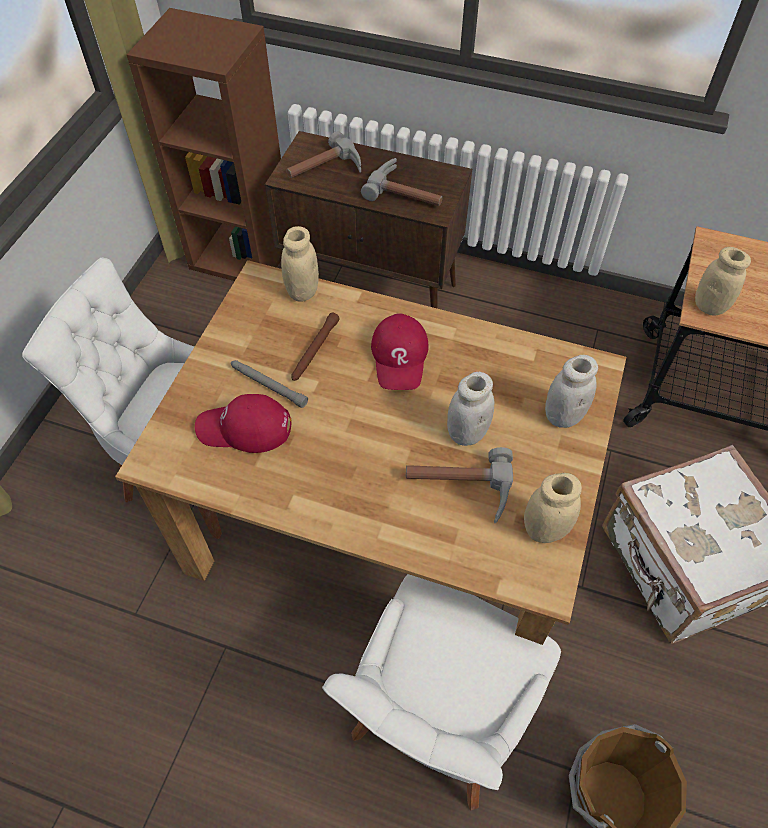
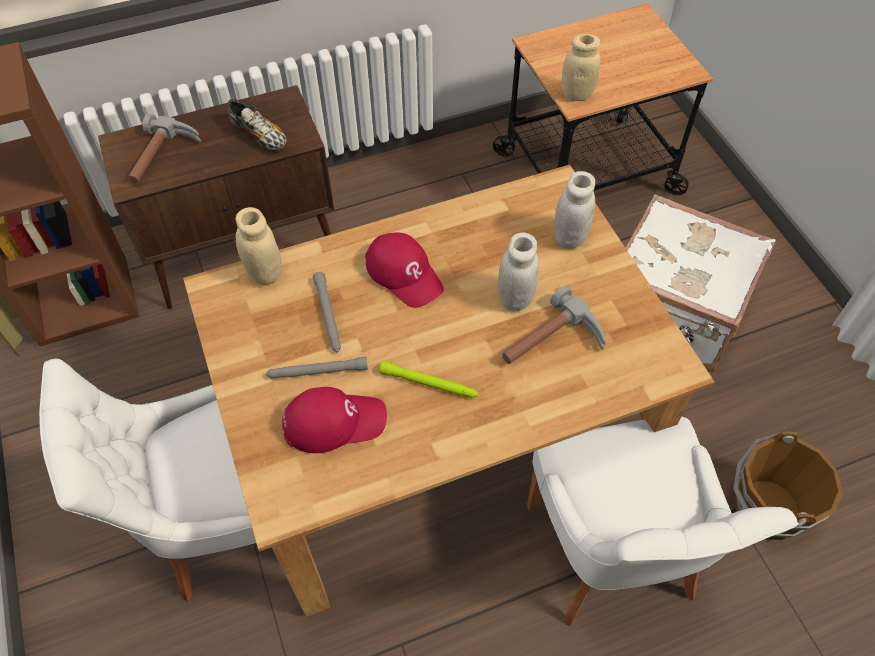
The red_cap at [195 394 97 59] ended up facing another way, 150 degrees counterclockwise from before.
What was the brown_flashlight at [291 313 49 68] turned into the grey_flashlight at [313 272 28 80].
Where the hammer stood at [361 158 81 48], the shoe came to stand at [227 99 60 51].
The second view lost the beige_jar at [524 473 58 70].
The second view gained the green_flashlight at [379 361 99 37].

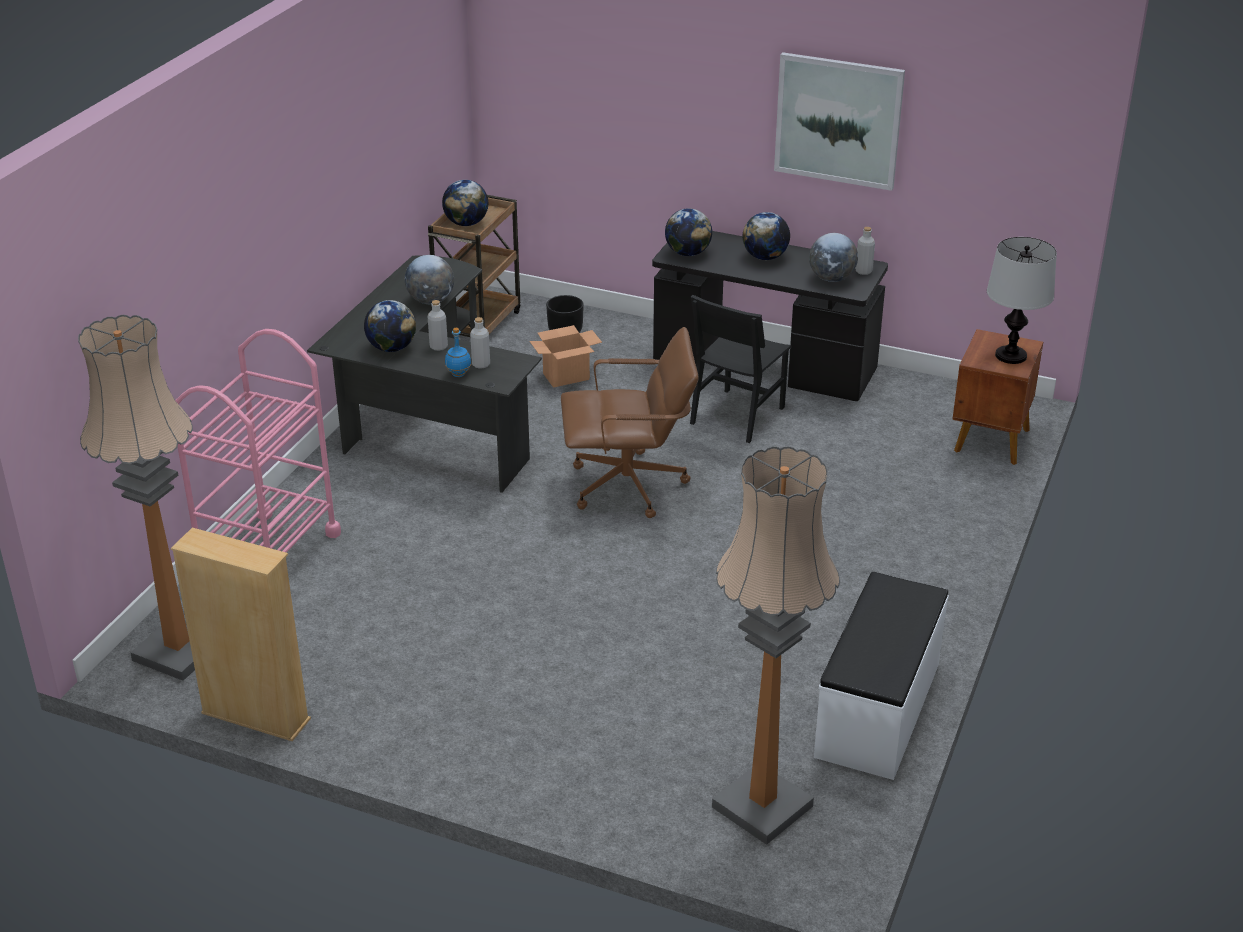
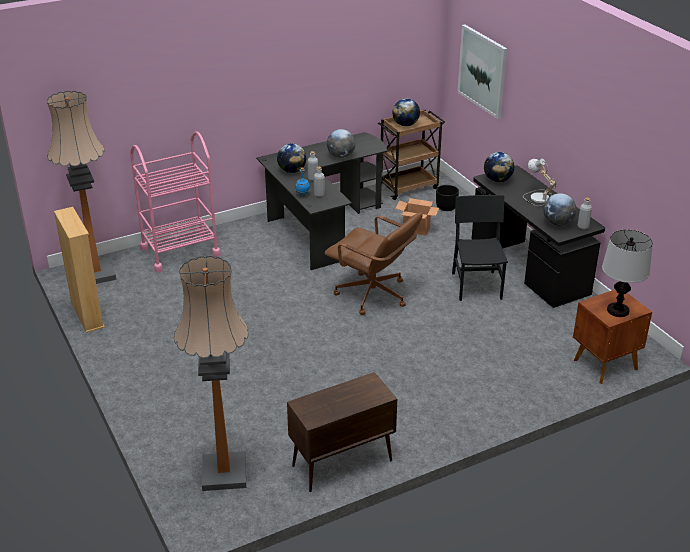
The black_chair at [690 295 101 148] ended up facing another way, 105 degrees clockwise from before.
Where the globe stood at [743 212 47 48], the table_lamp came to stand at [523 159 33 47].
The picture ended up elsewhere, having gone from [774 52 131 139] to [457 24 50 95].
Where the white_bench stood at [814 572 135 208], the brown_cabinet came to stand at [287 372 110 120].

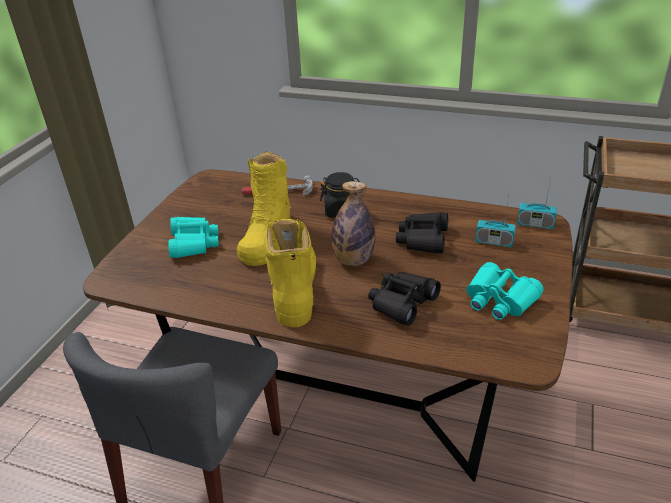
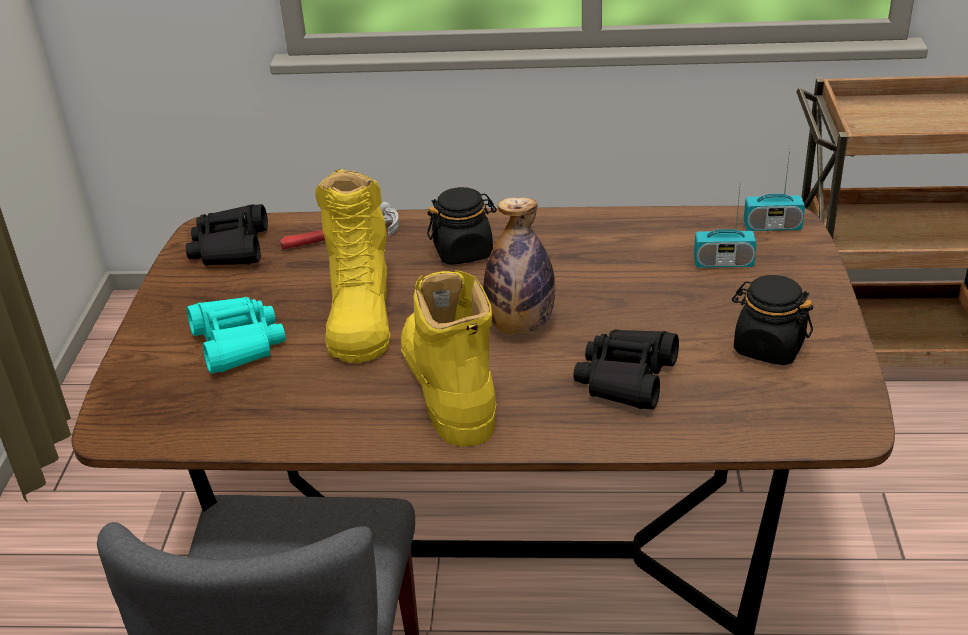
The black_binoculars ended up elsewhere, having gone from [396 212 52 41] to [186 204 82 62].
Where the turquoise_binoculars stood at [467 262 76 58], the black_jar came to stand at [732 275 81 90].

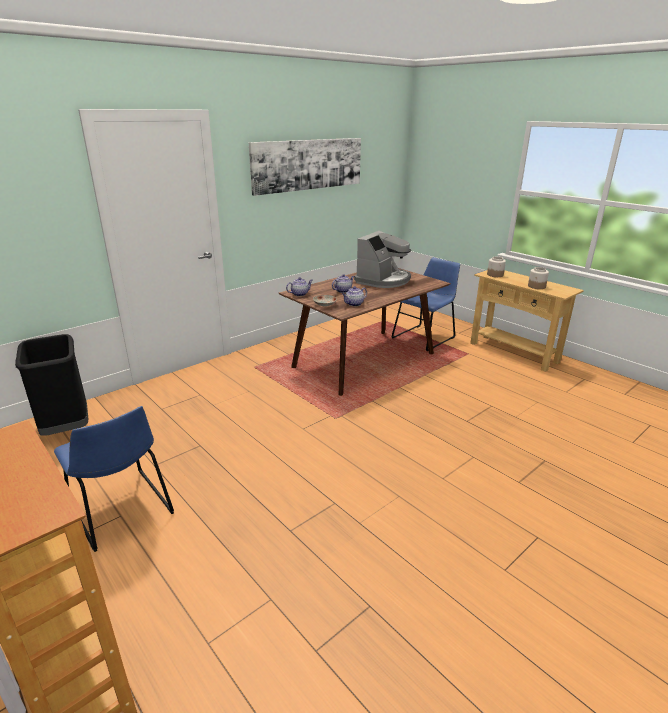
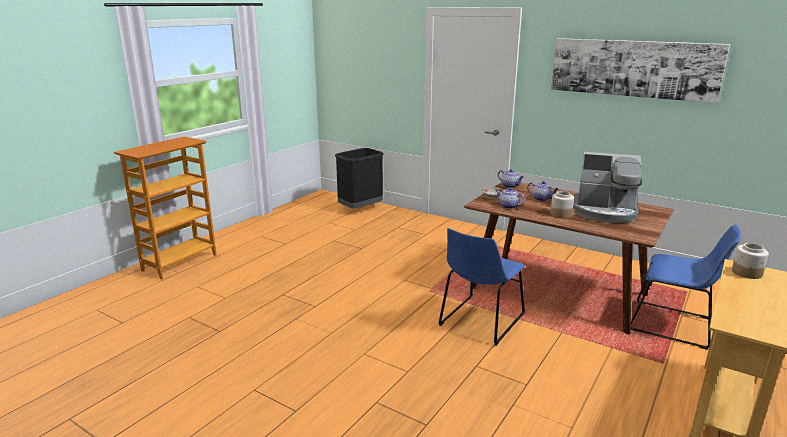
The blue_chair ended up elsewhere, having gone from [54 406 120 146] to [438 228 87 118].
The jar ended up elsewhere, having gone from [528 267 21 22] to [550 191 24 27].

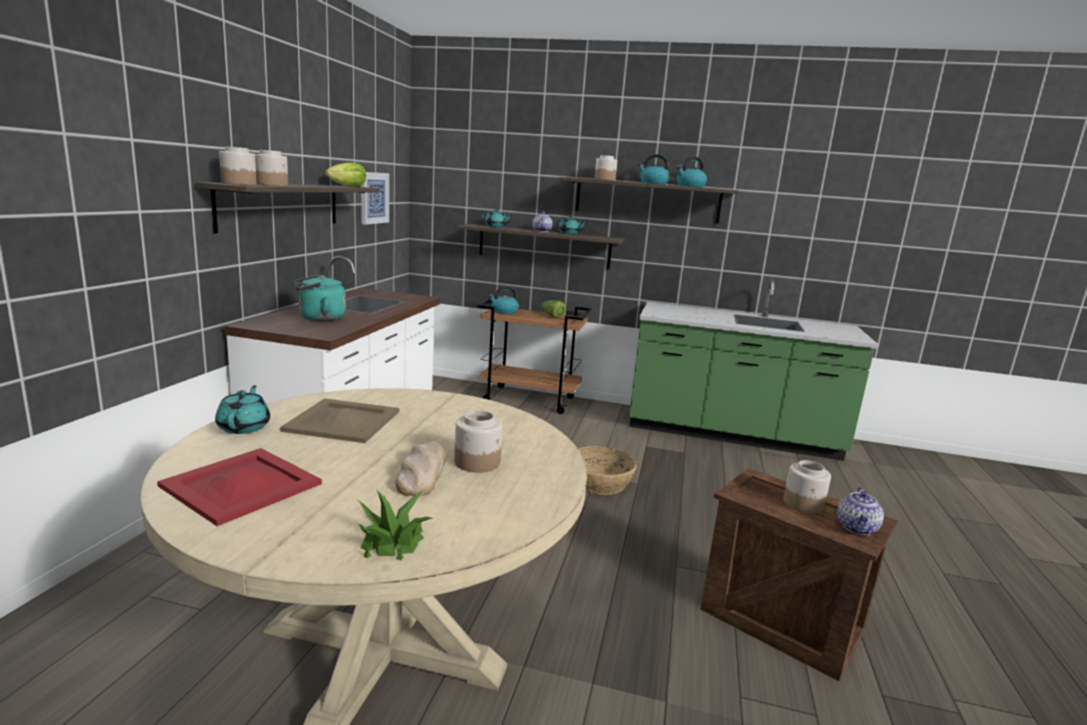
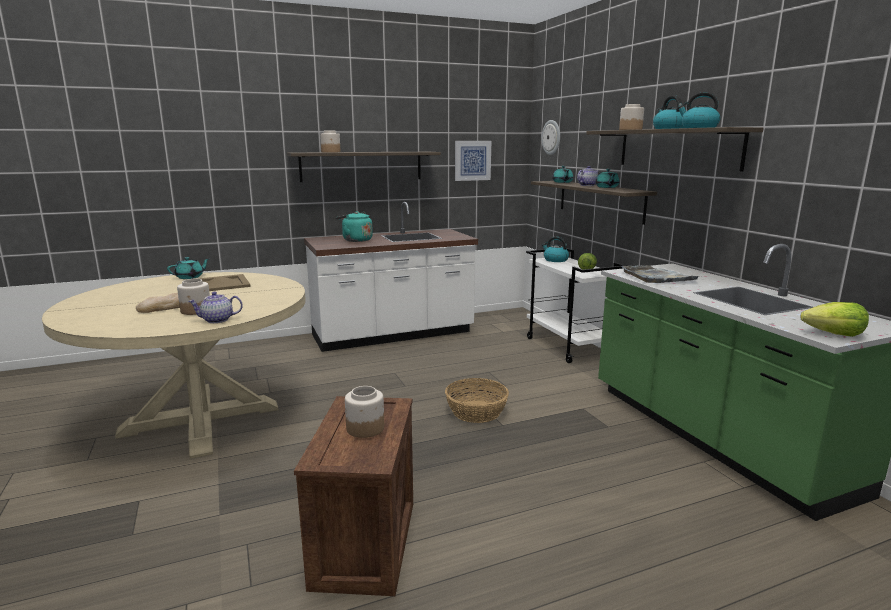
The second view lost the red_tray at [157 448 165 78].
The second view lost the jar at [219 147 38 38].
The lettuce ended up elsewhere, having gone from [326 163 40 24] to [800 302 69 35].
The second view lost the potted_plant at [358 490 75 70].
What was the brown_cart at [477 297 115 117] turned into the white_cart at [526 248 100 115].
The teapot ended up elsewhere, having gone from [837 487 47 48] to [188 292 55 31].
The second view gained the wall_clock at [541 120 19 35].
The second view gained the grey_tray at [622 265 80 18].

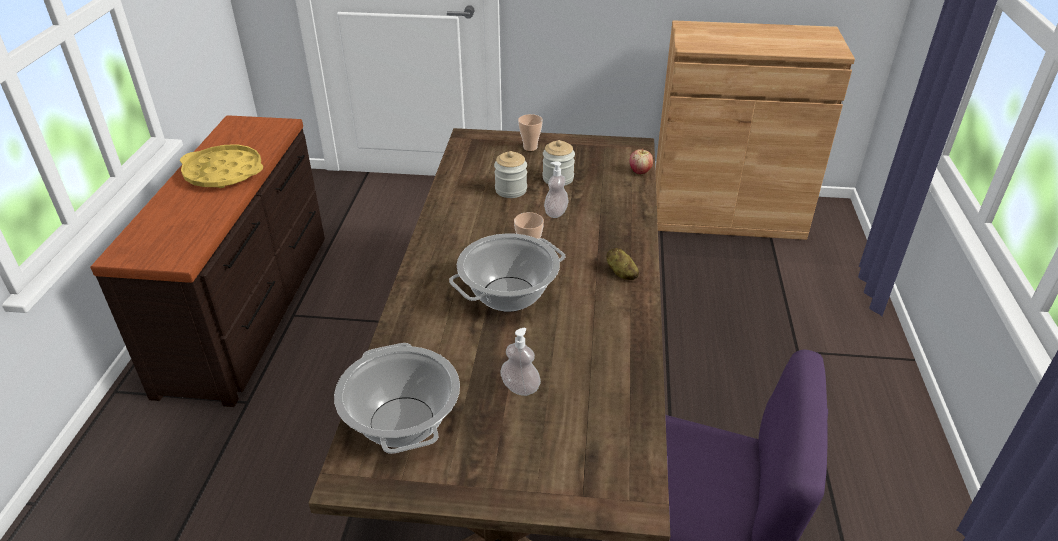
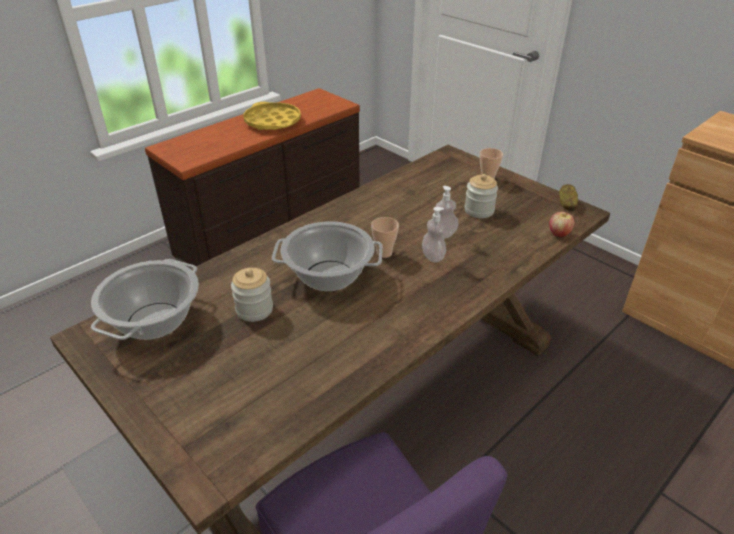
The jar ended up elsewhere, having gone from [494 151 33 47] to [231 268 42 54].
The soap_dispenser ended up elsewhere, having gone from [500 328 41 68] to [422 207 24 55].
The potato ended up elsewhere, having gone from [606 248 33 32] to [559 184 19 27].

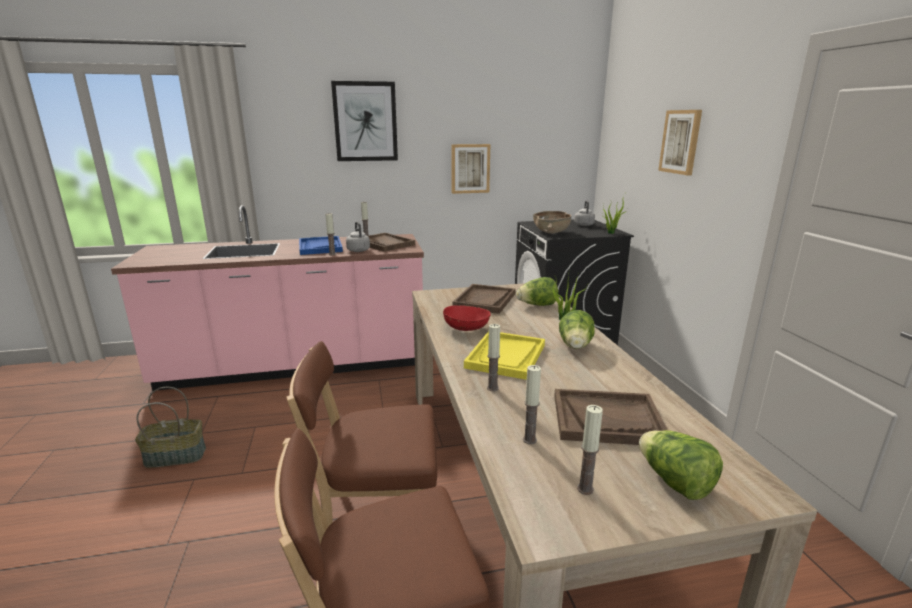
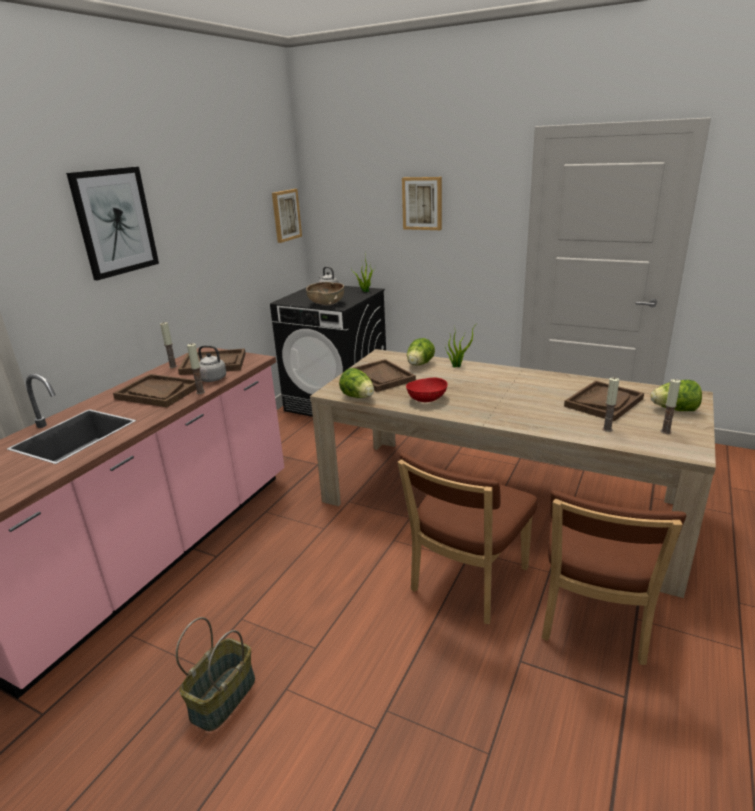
What was the blue_tray at [299 236 44 19] turned into the brown_tray at [113 374 83 33].
The picture ended up elsewhere, having gone from [451 144 39 50] to [272 189 30 54].
The second view lost the yellow_tray at [464 331 81 49].
The second view lost the candle at [487 324 13 67].
The lettuce ended up elsewhere, having gone from [559 310 36 39] to [339 368 35 30].

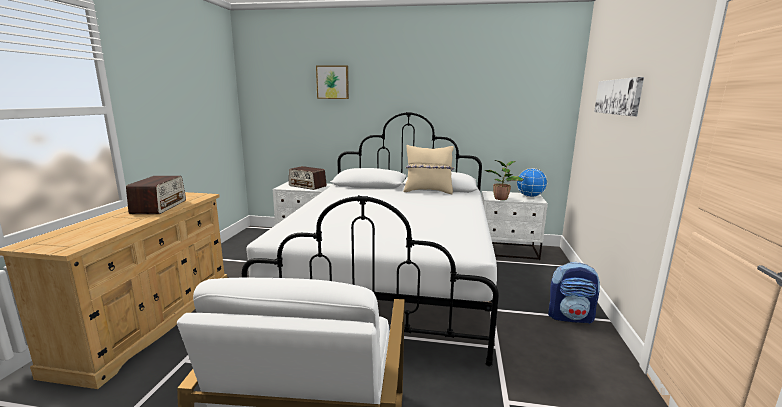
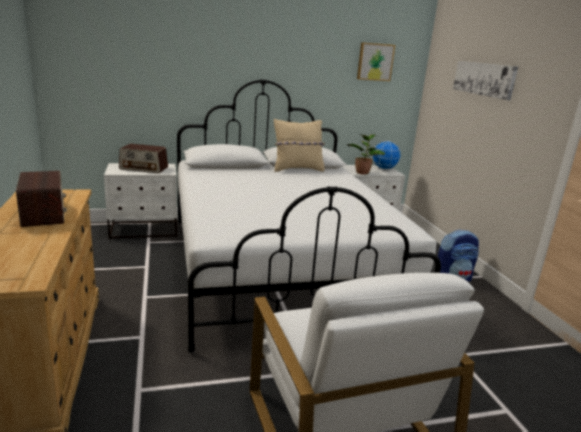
The picture ended up elsewhere, having gone from [316 65 33 34] to [357 42 38 39].

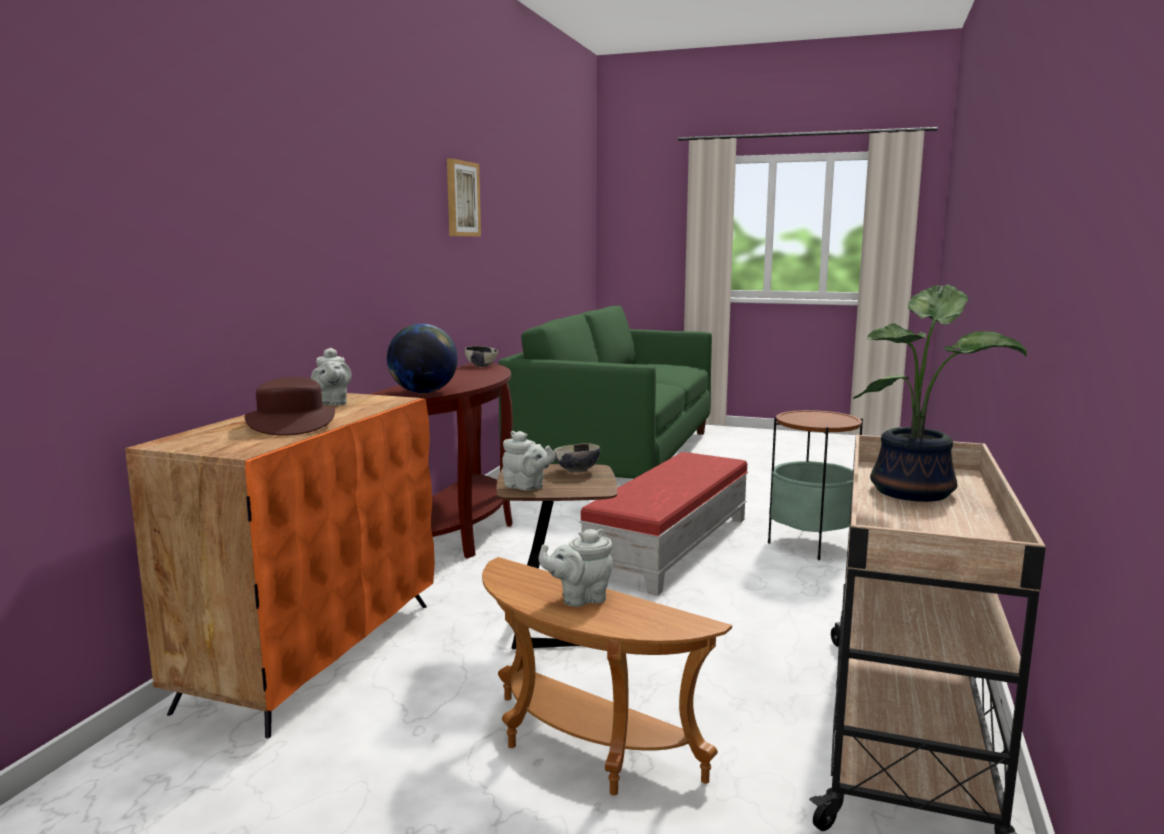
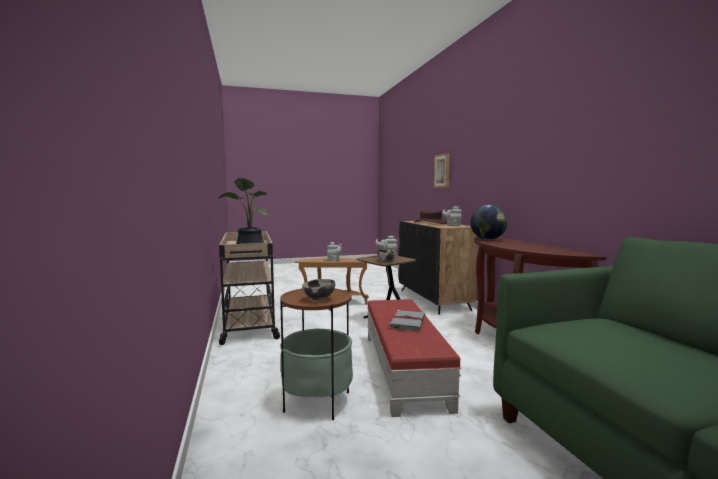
What was the orange_cabinet at [125 393 310 345] turned into the black_cabinet at [399 221 79 94].
The picture ended up elsewhere, having gone from [447 158 34 79] to [434 153 16 35].
The bowl ended up elsewhere, having gone from [465 346 33 21] to [302 279 33 22].
The second view gained the grey_book at [389 310 36 22].

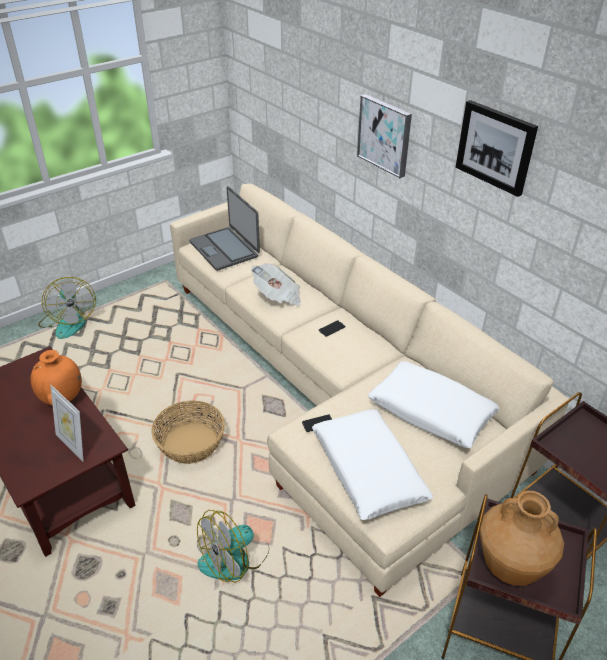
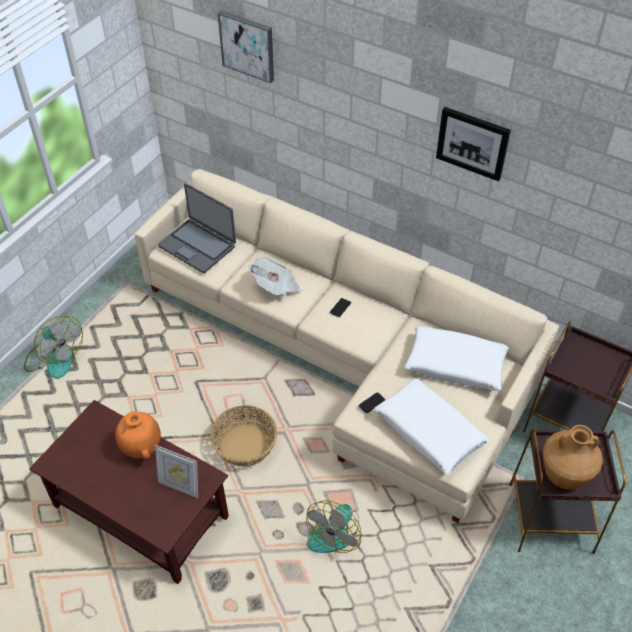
The picture ended up elsewhere, having gone from [357 94 55 84] to [218 10 56 73].

